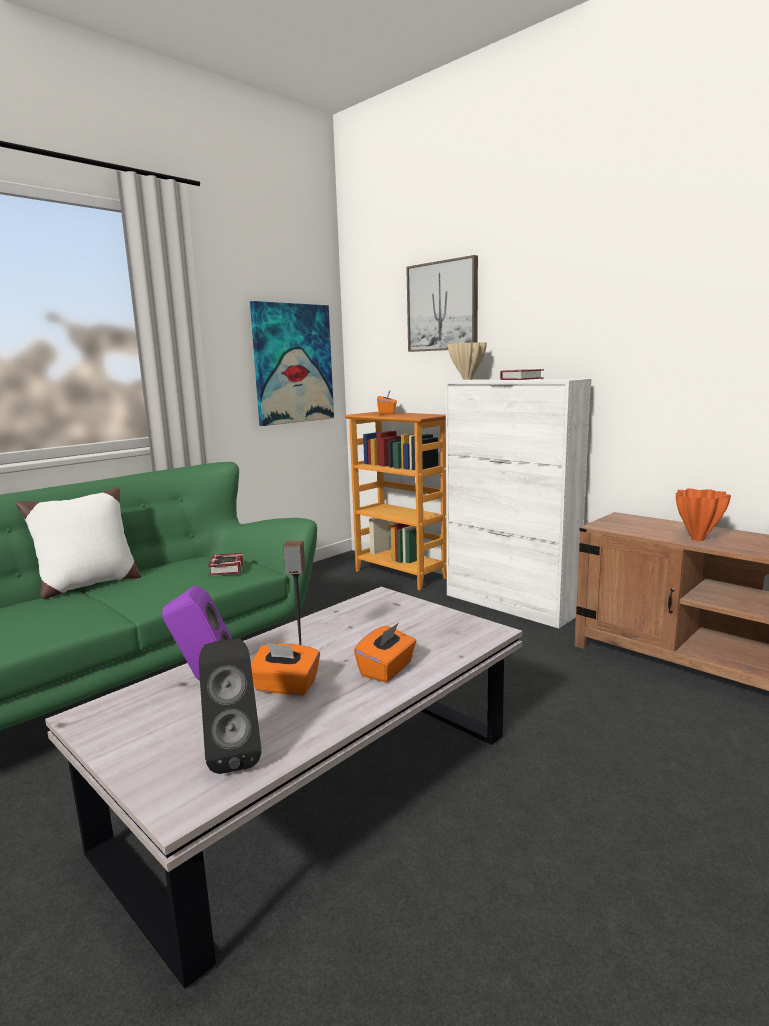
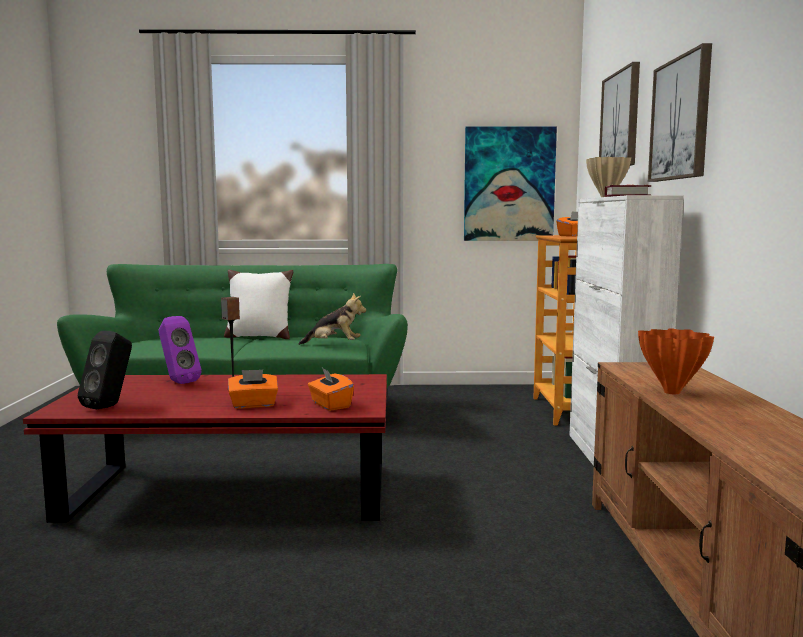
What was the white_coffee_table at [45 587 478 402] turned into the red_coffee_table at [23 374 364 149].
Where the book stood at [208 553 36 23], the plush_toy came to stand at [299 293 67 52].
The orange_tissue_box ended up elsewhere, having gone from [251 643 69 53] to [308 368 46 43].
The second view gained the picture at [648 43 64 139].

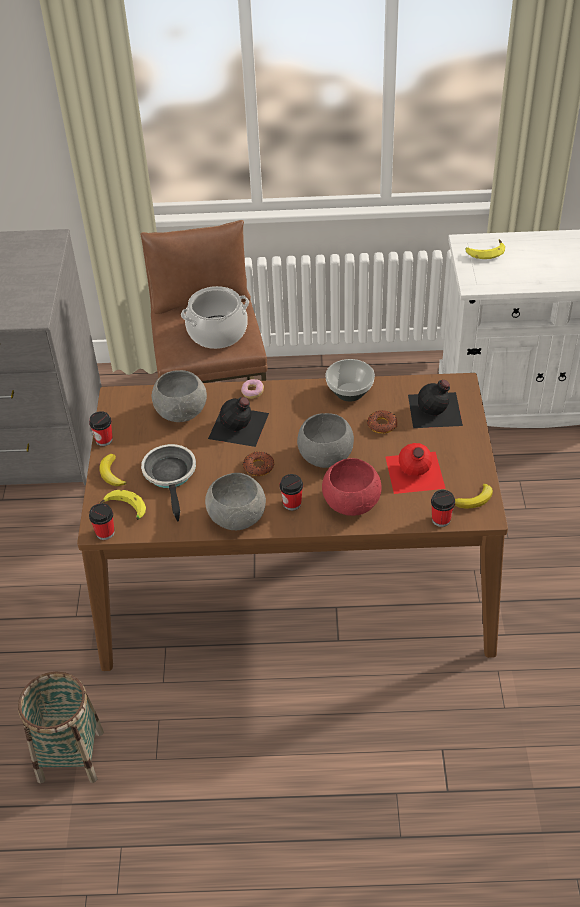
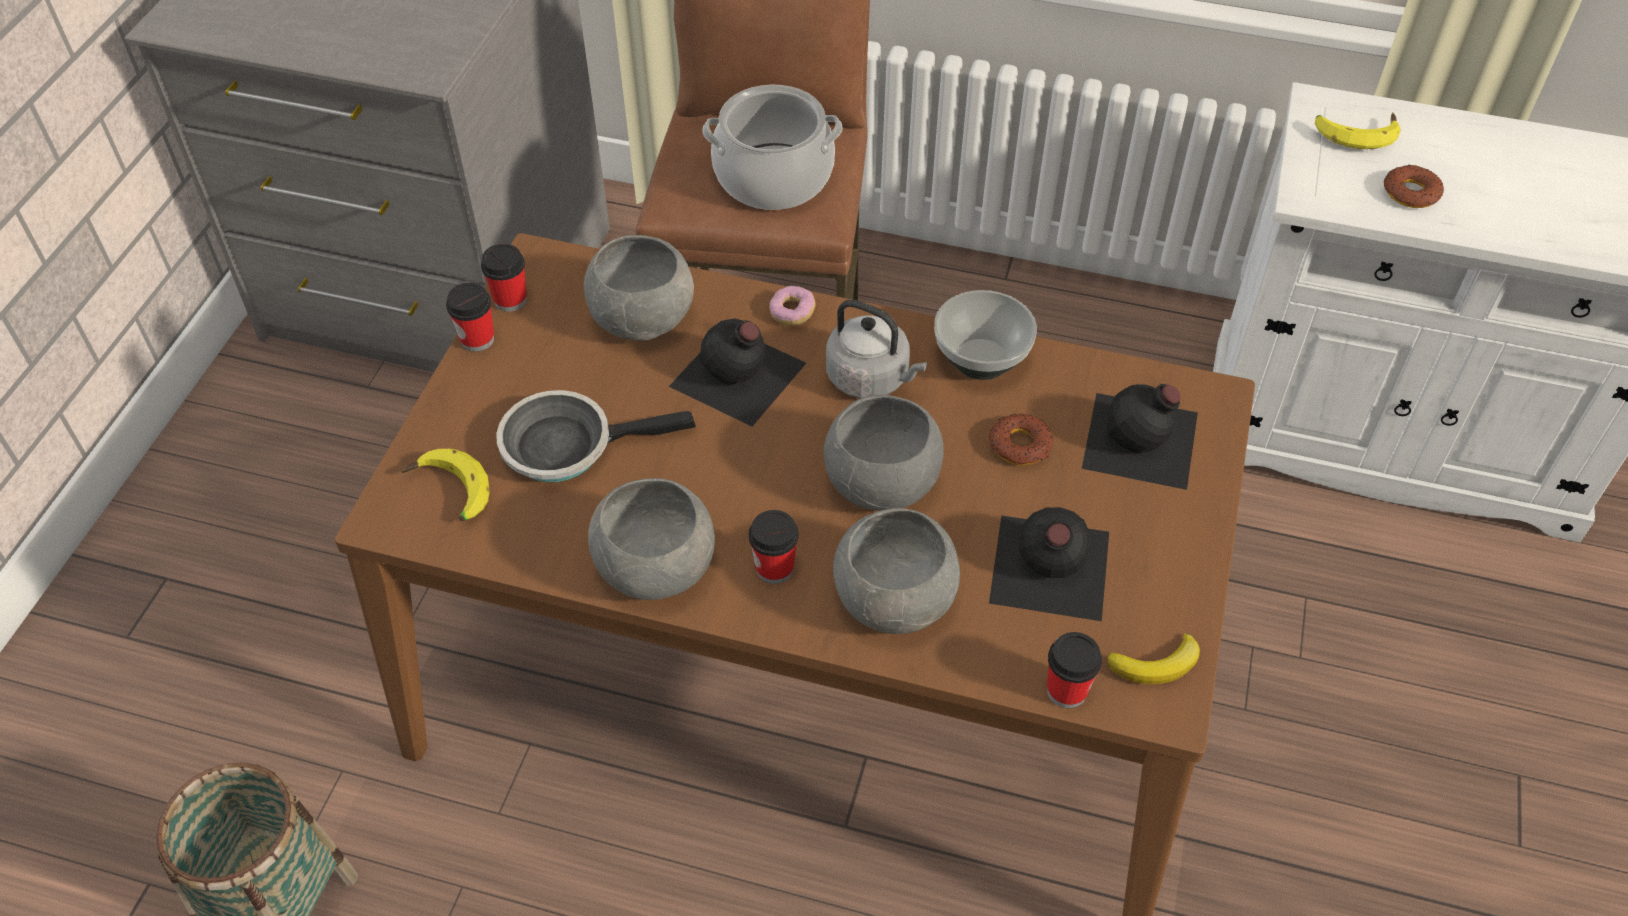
The cup ended up elsewhere, having gone from [89 503 25 37] to [481 244 46 68].
The second view lost the banana at [99 454 28 32].
The frying_pan at [141 444 55 77] ended up facing another way, 105 degrees counterclockwise from before.
The donut ended up elsewhere, having gone from [243 452 31 24] to [1384 165 60 43].
What was the red_bowl at [322 458 60 58] turned into the grey_bowl at [833 508 127 126].
What was the red_bottle at [385 443 61 51] turned into the black_bottle at [989 507 120 114].
The second view gained the grey_kettle at [826 300 101 98].

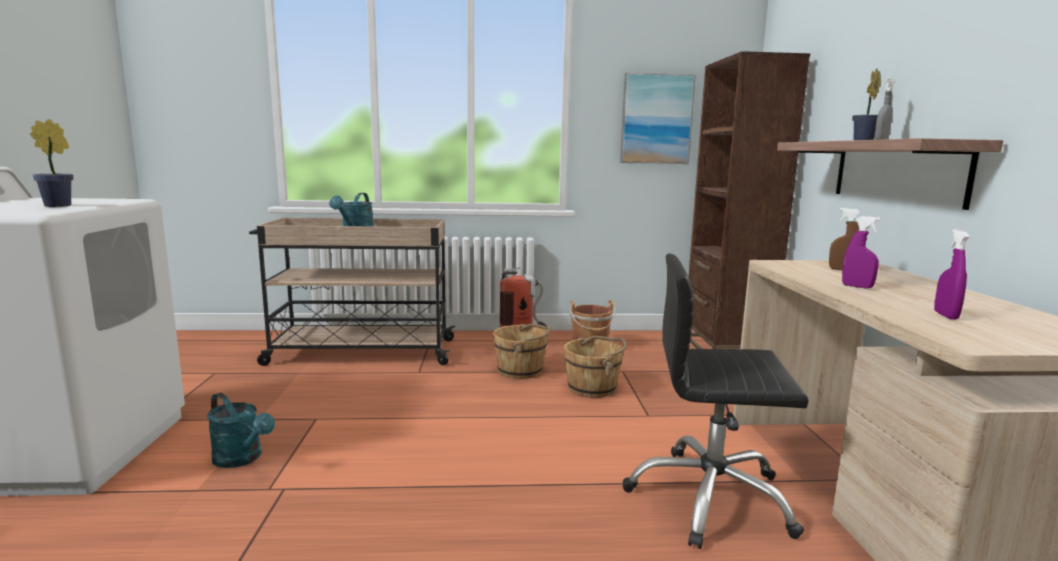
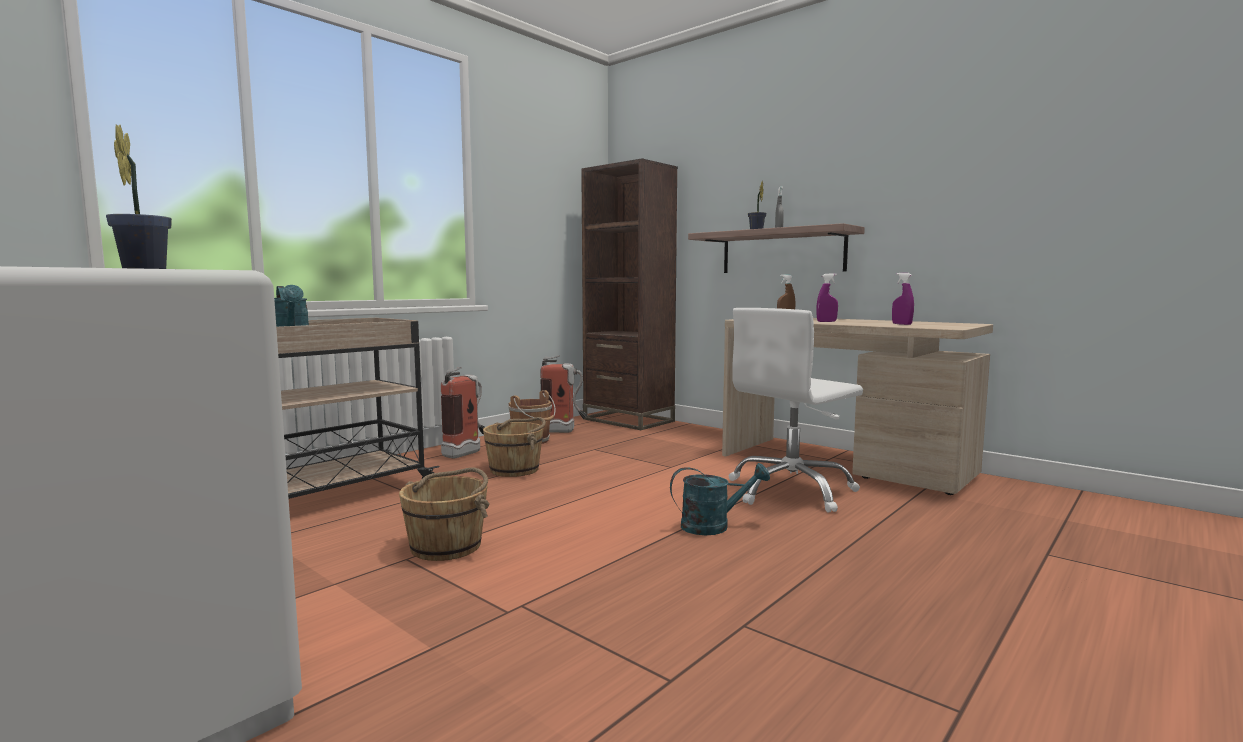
The turquoise_watering_can ended up elsewhere, having gone from [207 393 68 75] to [670 463 100 72].
The brown_bucket ended up elsewhere, having gone from [564 336 63 62] to [399 467 91 94].
The second view lost the picture at [620 72 76 92].
What was the black_office_chair at [623 253 186 296] turned into the white_office_chair at [729 308 134 205].
The second view gained the fire_extinguisher at [540 356 48 77].

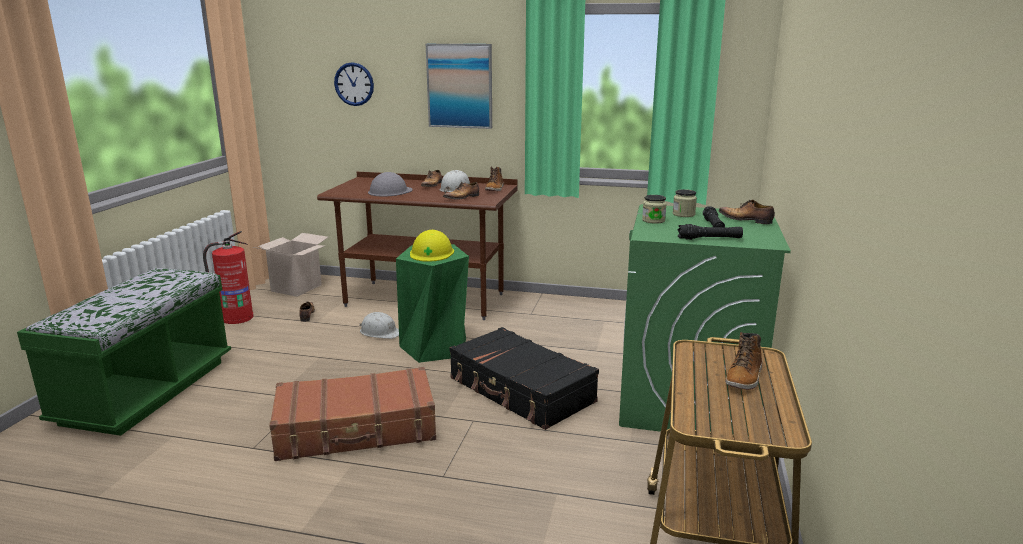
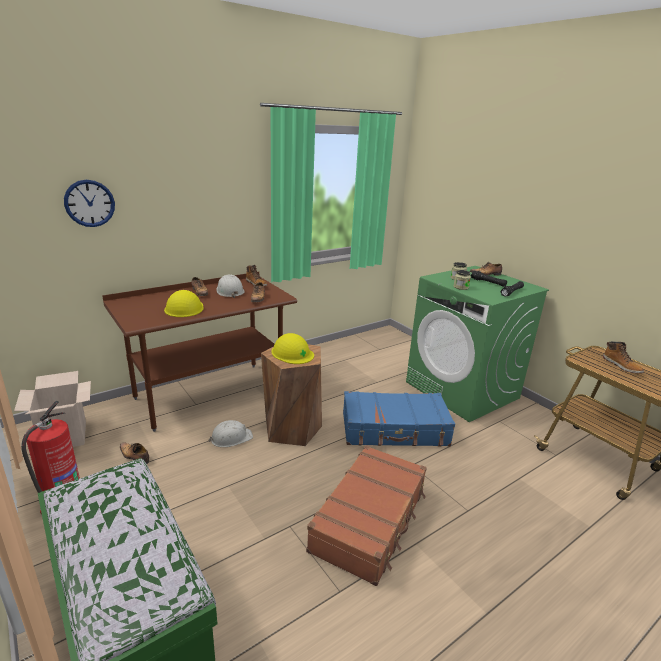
What was the grey_hard_hat at [368 172 45 24] turned into the yellow_hard_hat at [164 290 40 27].
What was the green_stool at [396 244 73 119] turned into the brown_stool at [261 344 61 102].
The second view lost the picture at [426 44 66 85].
What was the black_suitcase at [450 327 149 103] turned into the blue_suitcase at [343 391 112 55].

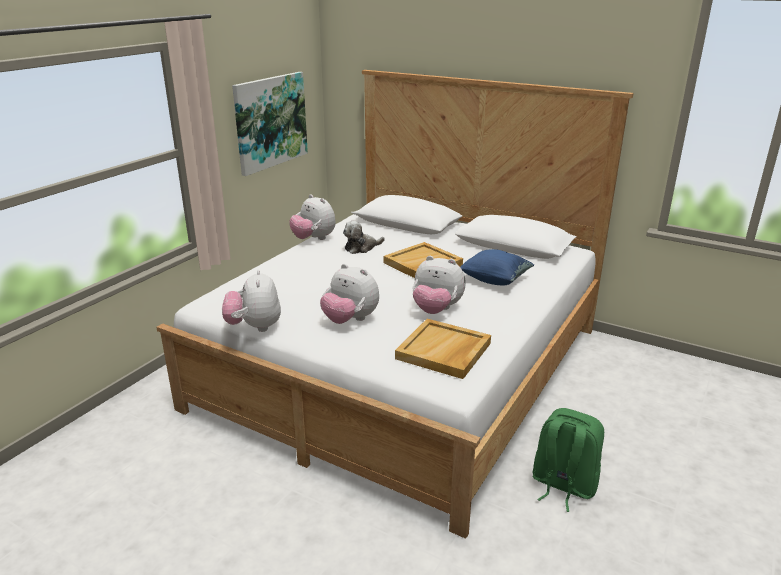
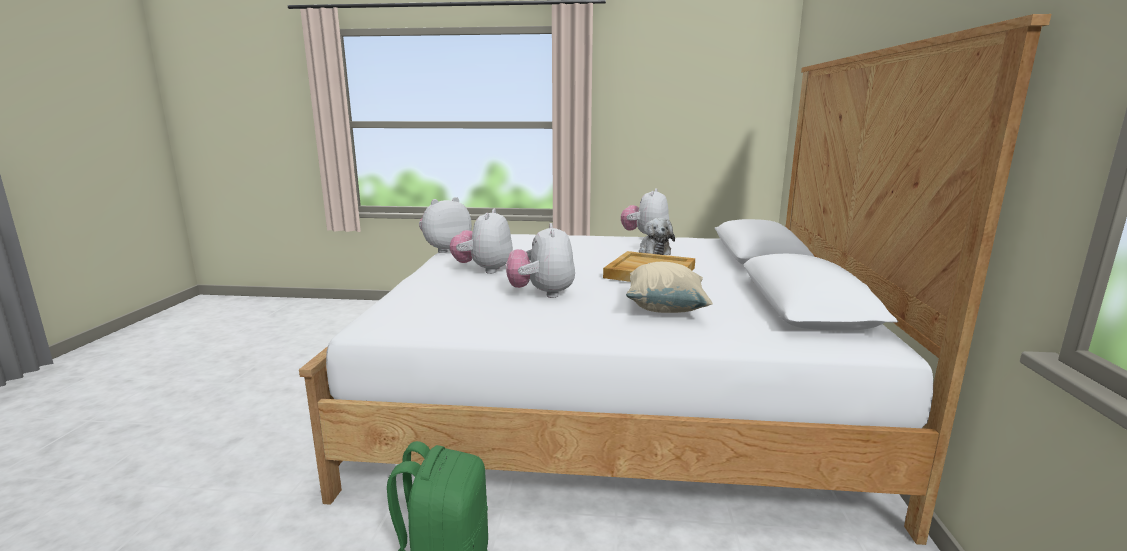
The second view lost the picture at [232 72 76 104].
The plush_toy at [343 221 42 33] ended up facing another way, 135 degrees counterclockwise from before.
The second view lost the beige_tray at [395 319 96 60].
What was the blue_pillow at [460 249 74 36] turned into the beige_pillow at [626 262 87 51].

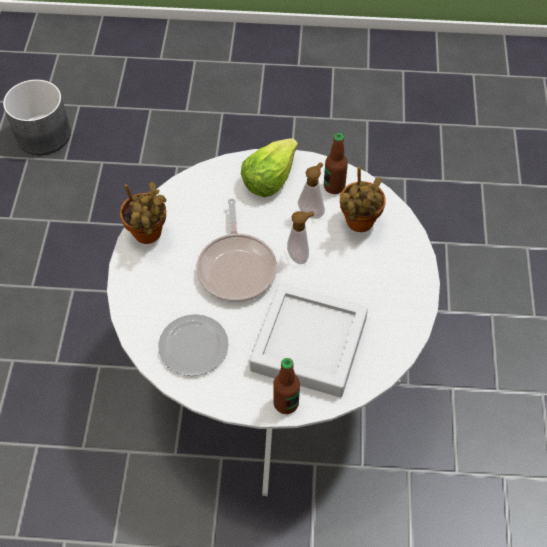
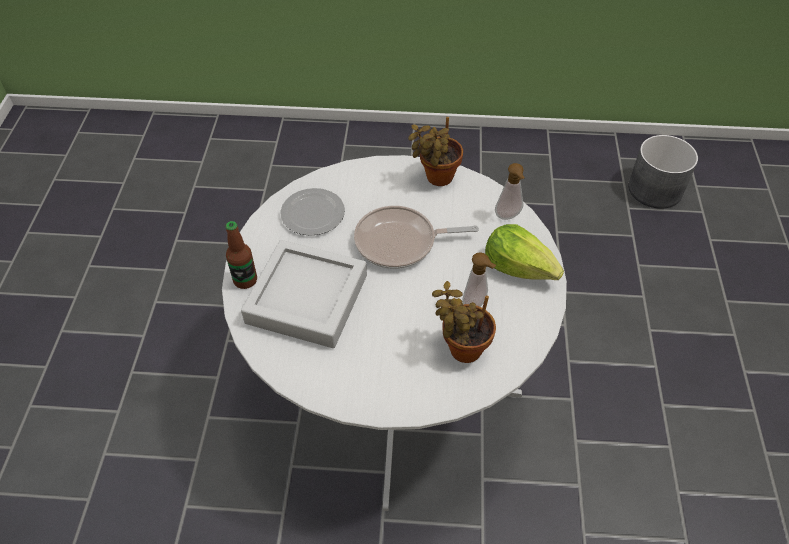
The soap_dispenser ended up elsewhere, having gone from [287 211 27 53] to [495 163 30 57].
The second view lost the bottle at [324 133 24 61].

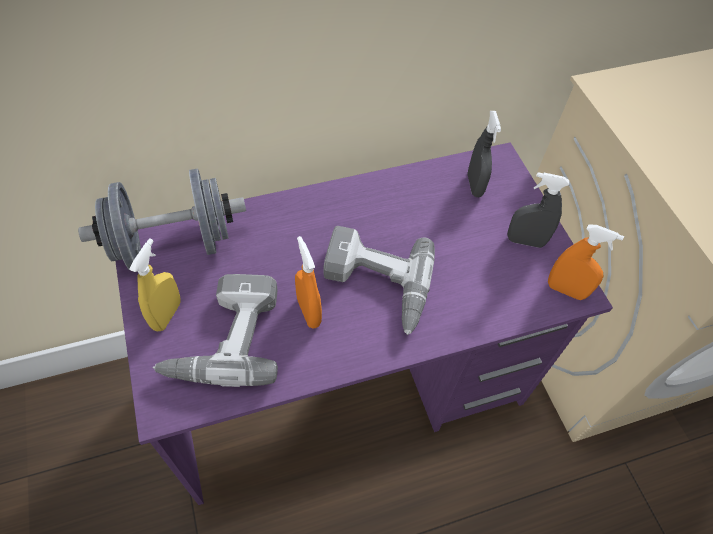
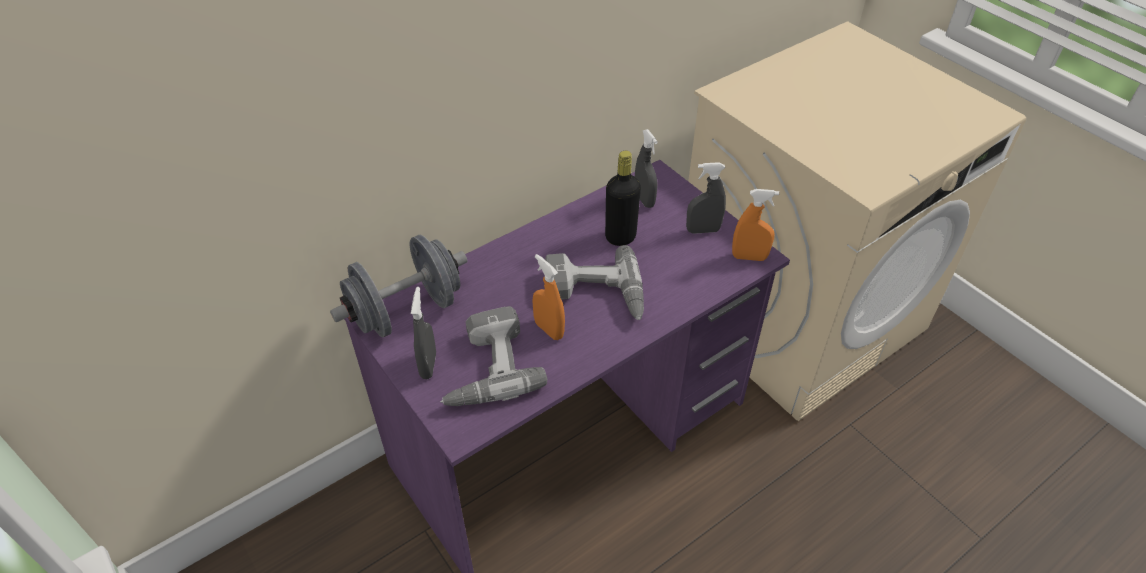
What was the yellow_spray_bottle at [129 239 52 92] turned into the grey_spray_bottle at [411 287 25 92].
The second view gained the black_bottle at [605 151 36 95].

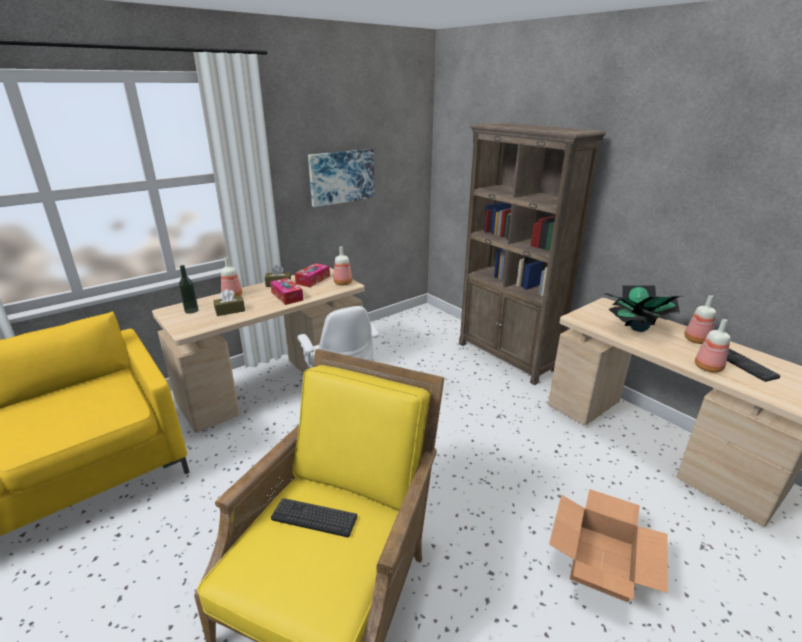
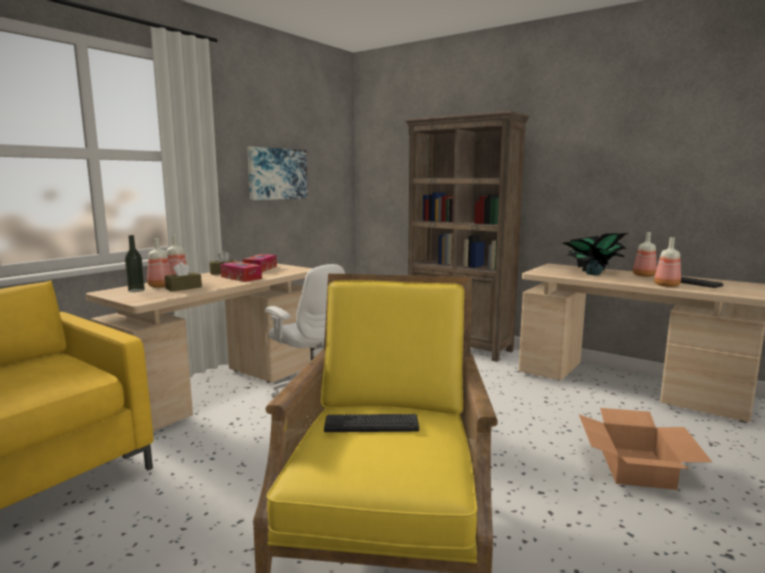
The bottle ended up elsewhere, having gone from [333 246 19 39] to [147 238 25 50].

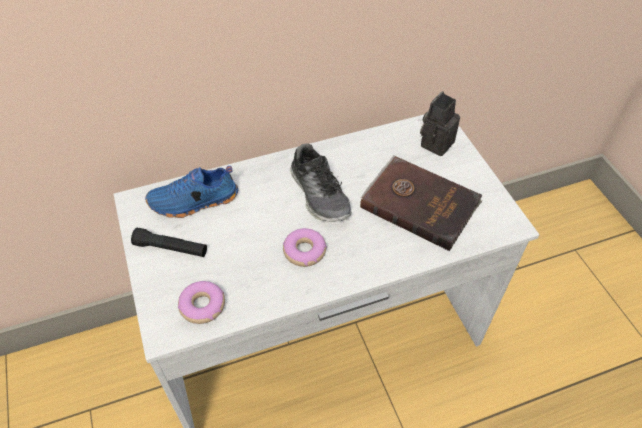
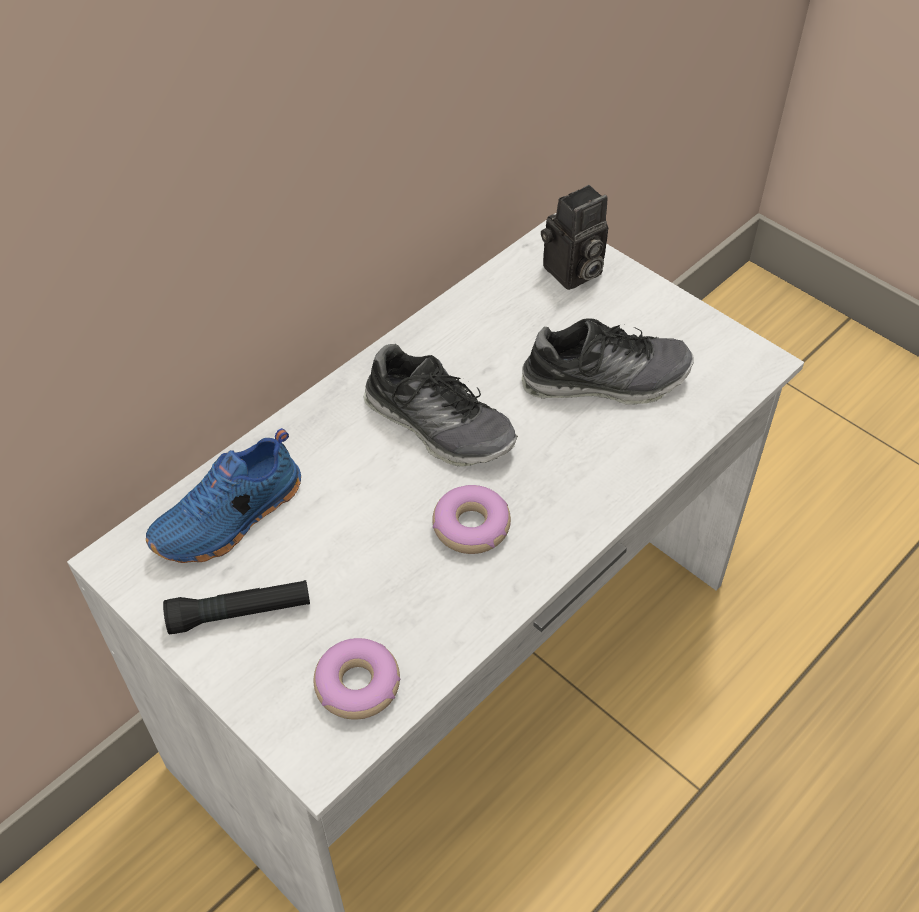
Where the brown_book stood at [360 155 122 96], the shoe came to stand at [522 318 172 87].
The photo_camera at [420 91 40 65] ended up facing another way, 135 degrees counterclockwise from before.

